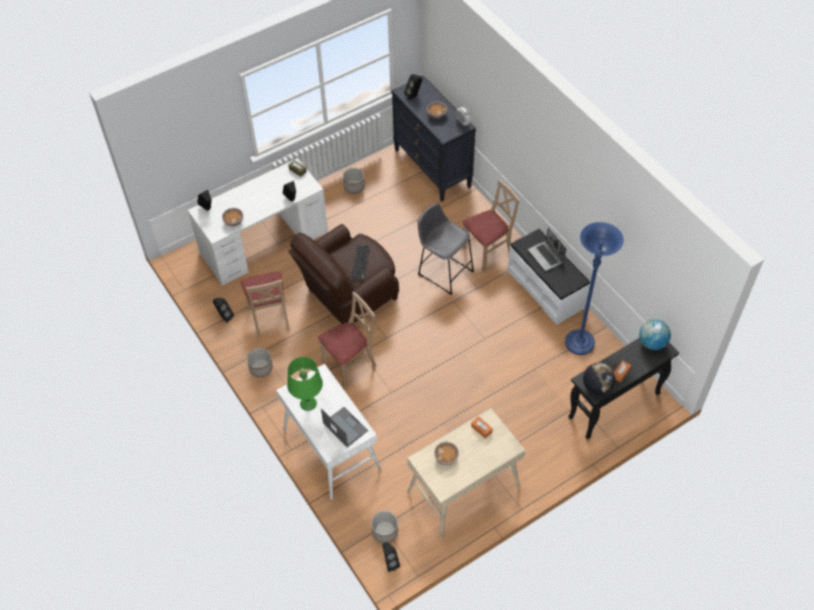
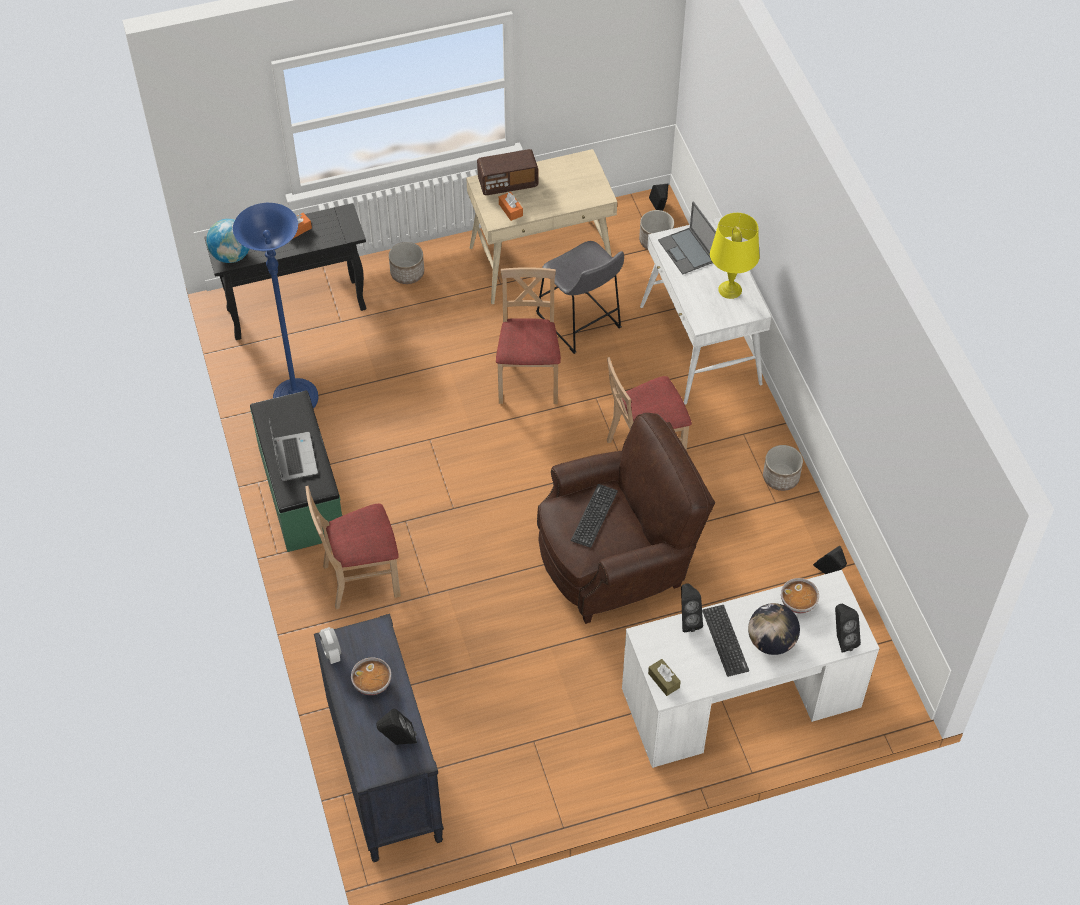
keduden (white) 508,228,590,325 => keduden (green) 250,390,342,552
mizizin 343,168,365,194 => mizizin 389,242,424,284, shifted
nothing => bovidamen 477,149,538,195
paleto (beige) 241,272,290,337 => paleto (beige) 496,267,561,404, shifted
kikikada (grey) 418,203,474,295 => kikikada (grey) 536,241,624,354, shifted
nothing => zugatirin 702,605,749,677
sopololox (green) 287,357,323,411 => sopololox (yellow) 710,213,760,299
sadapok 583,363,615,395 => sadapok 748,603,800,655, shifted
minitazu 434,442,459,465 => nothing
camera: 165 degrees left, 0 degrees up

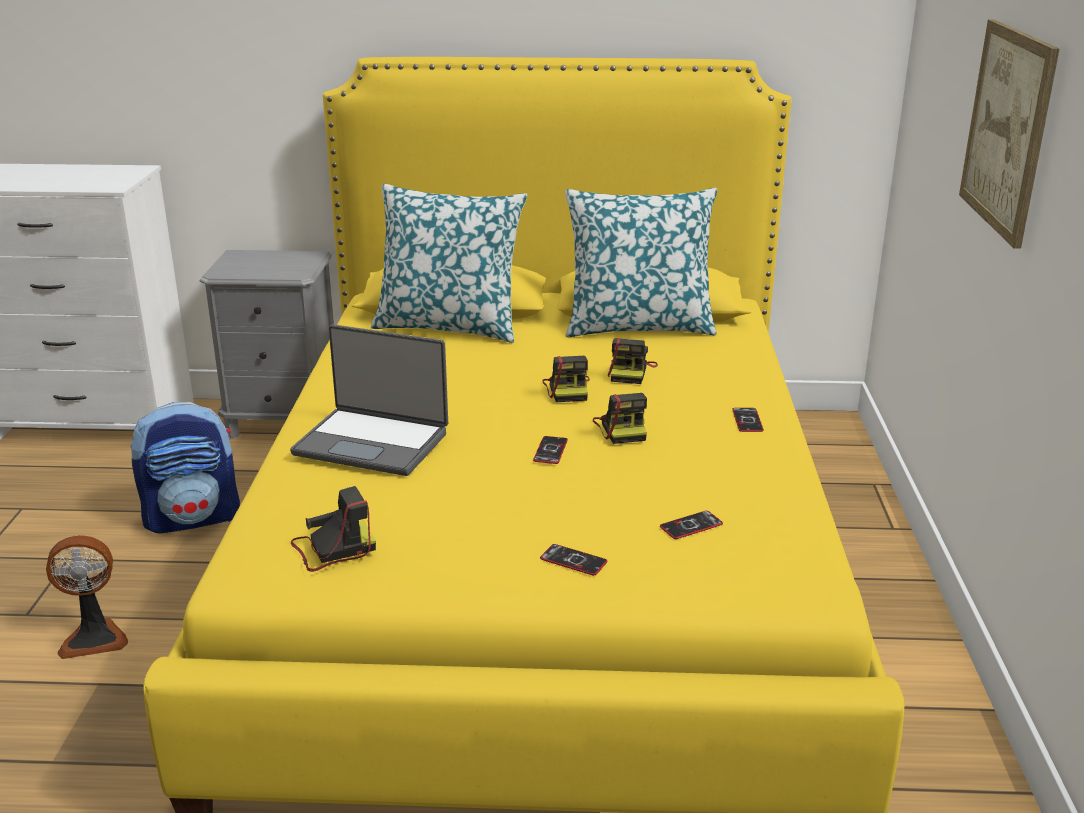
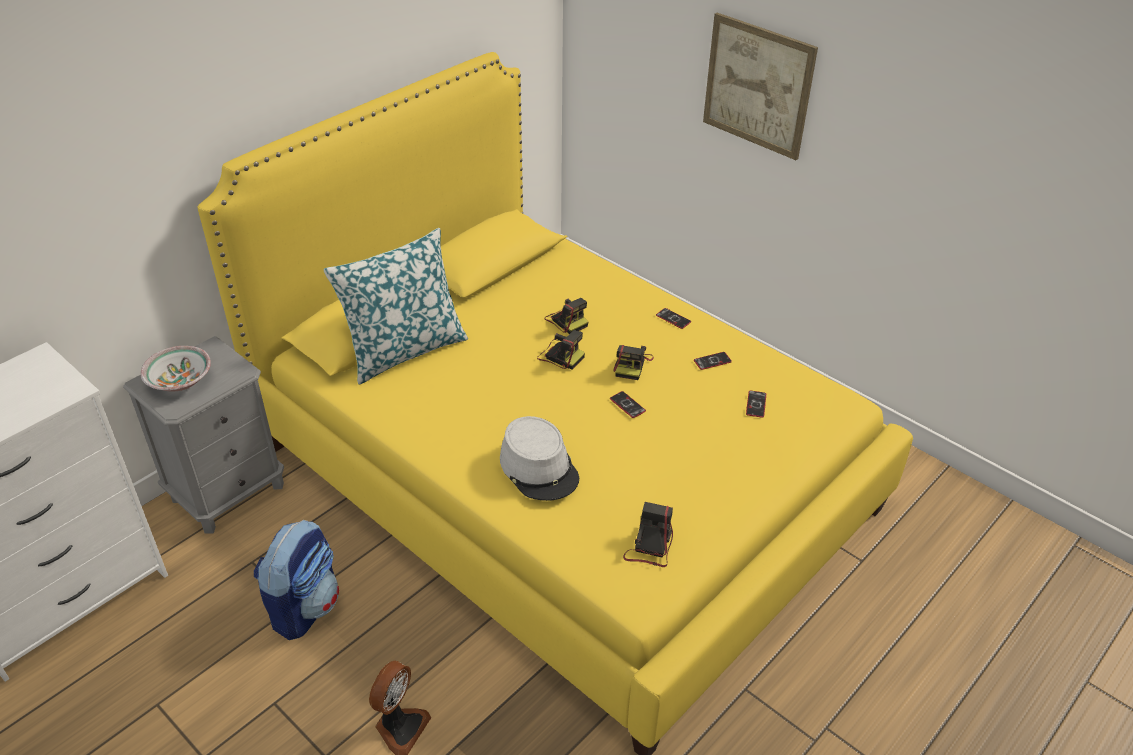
nothing => minitazu 141,346,211,392
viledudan 290,324,448,476 => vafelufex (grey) 500,416,579,501
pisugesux 593,393,647,444 => pisugesux 613,345,654,380, 75 degrees clockwise
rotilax 540,544,607,575 => rotilax 694,352,732,370, shifted
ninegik 565,188,717,337 => nothing
camera: 50 degrees left, 15 degrees up

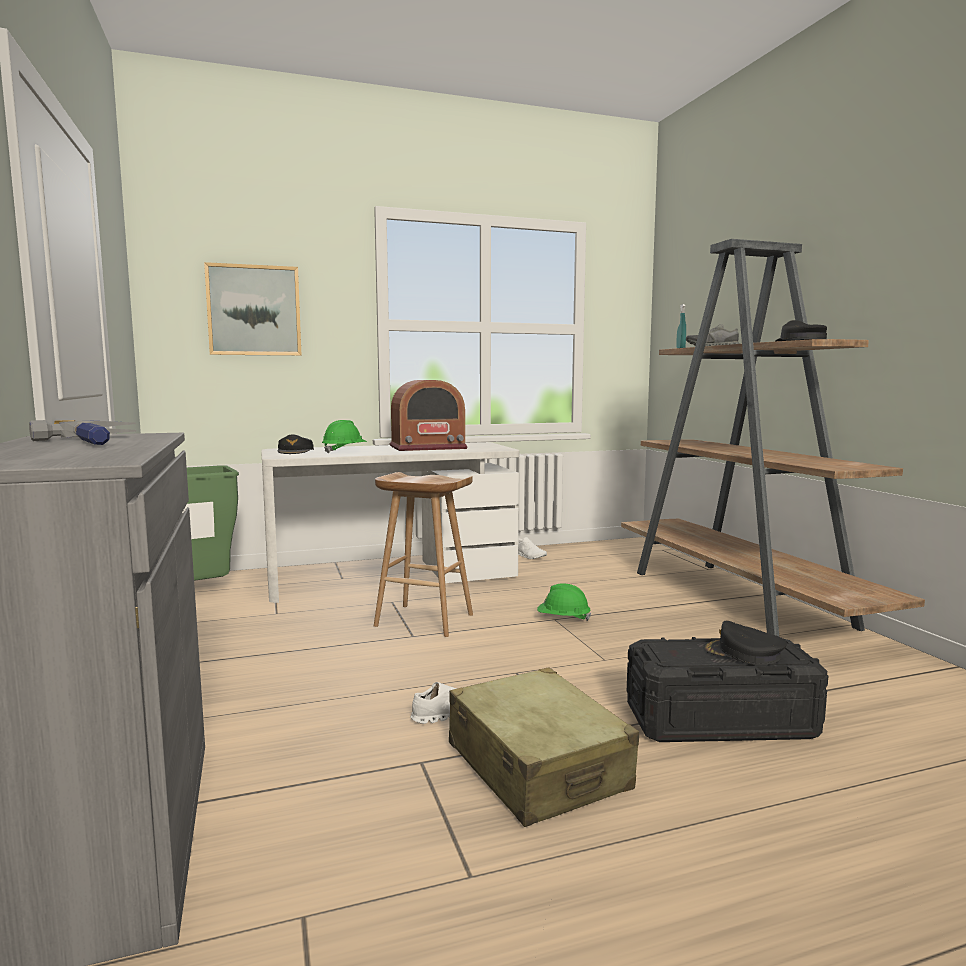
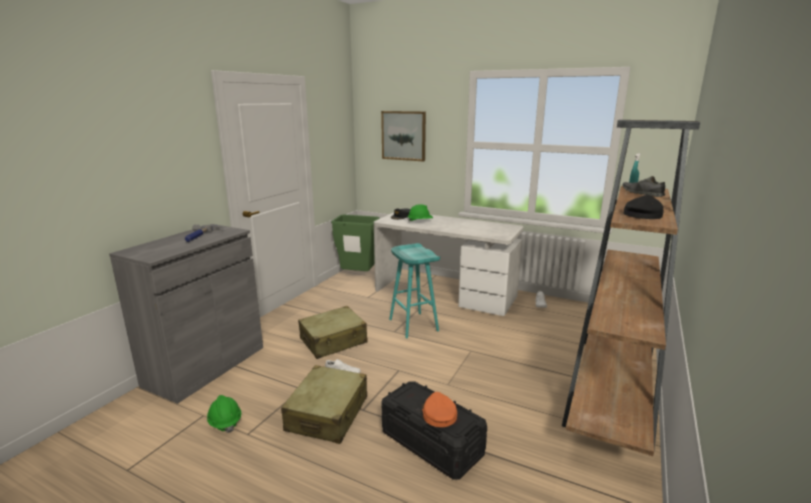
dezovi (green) 537,583,591,621 => dezovi (green) 207,395,241,433, shifted
nothing => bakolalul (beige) 298,306,368,359
kikikada (brown) 374,472,473,637 => kikikada (turquoise) 389,243,440,338
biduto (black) 703,621,787,665 => biduto (orange) 422,392,457,427
bovidamen 390,380,468,451 => nothing
camera: 45 degrees right, 10 degrees up

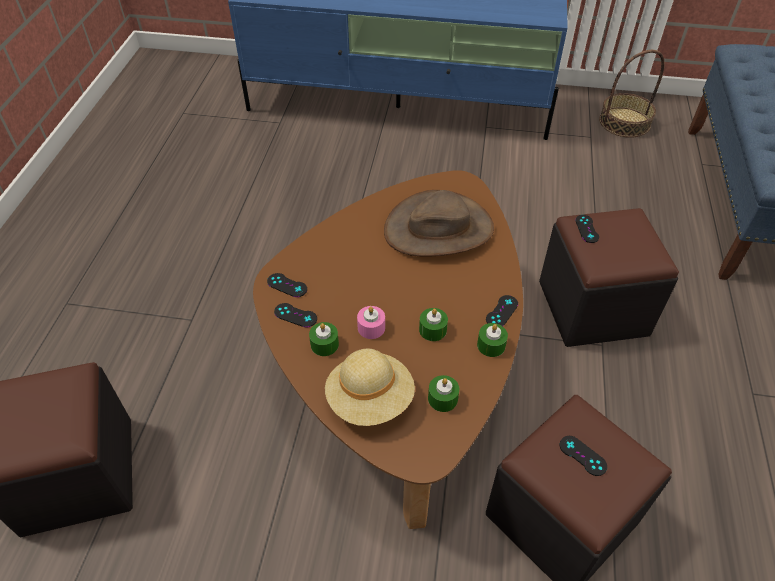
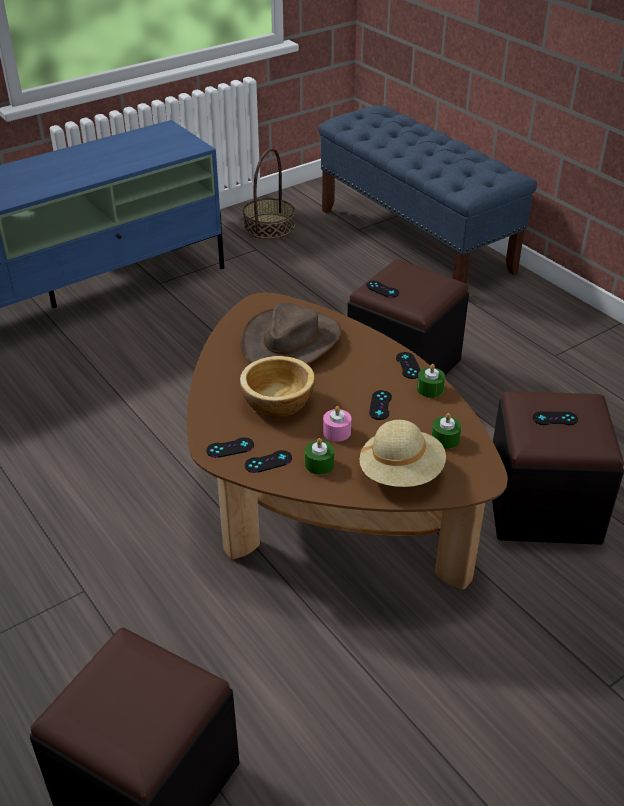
nothing => minitazu 240,356,315,418
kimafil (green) 419,308,448,341 => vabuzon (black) 369,390,392,420
camera: 45 degrees left, 10 degrees down

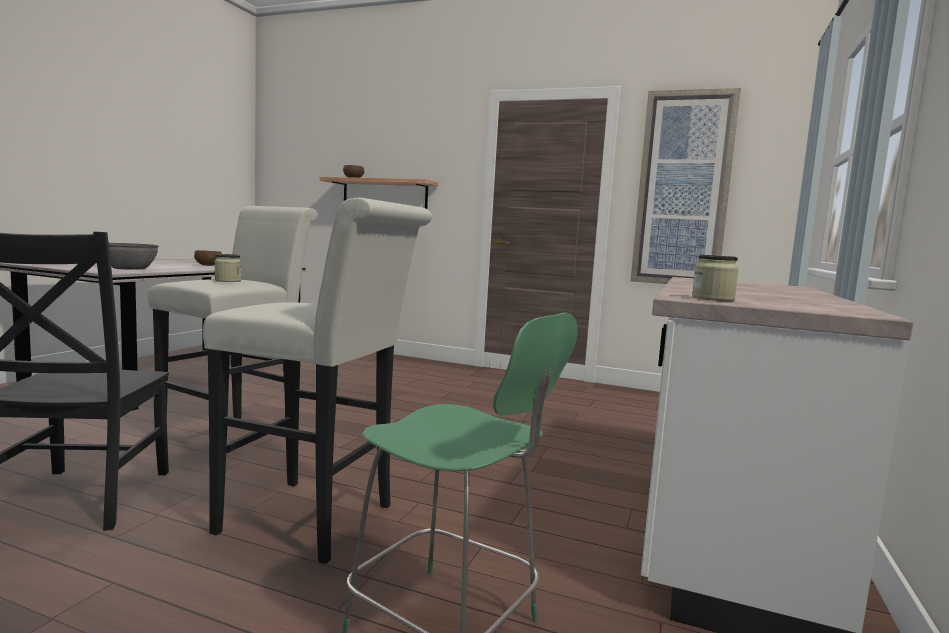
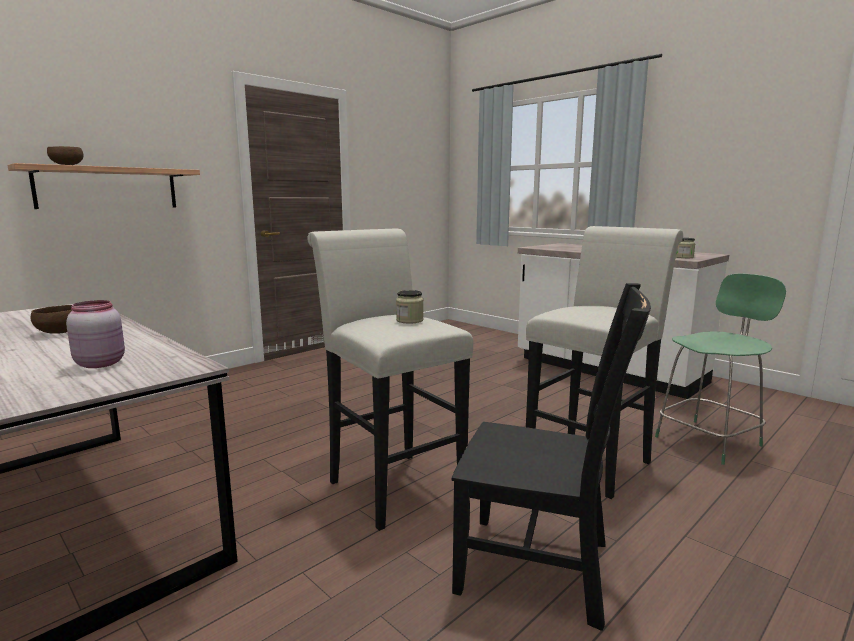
minitazu (grey) 109,243,159,270 => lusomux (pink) 66,300,125,368
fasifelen 631,88,741,284 => nothing
camera: 65 degrees left, 5 degrees up

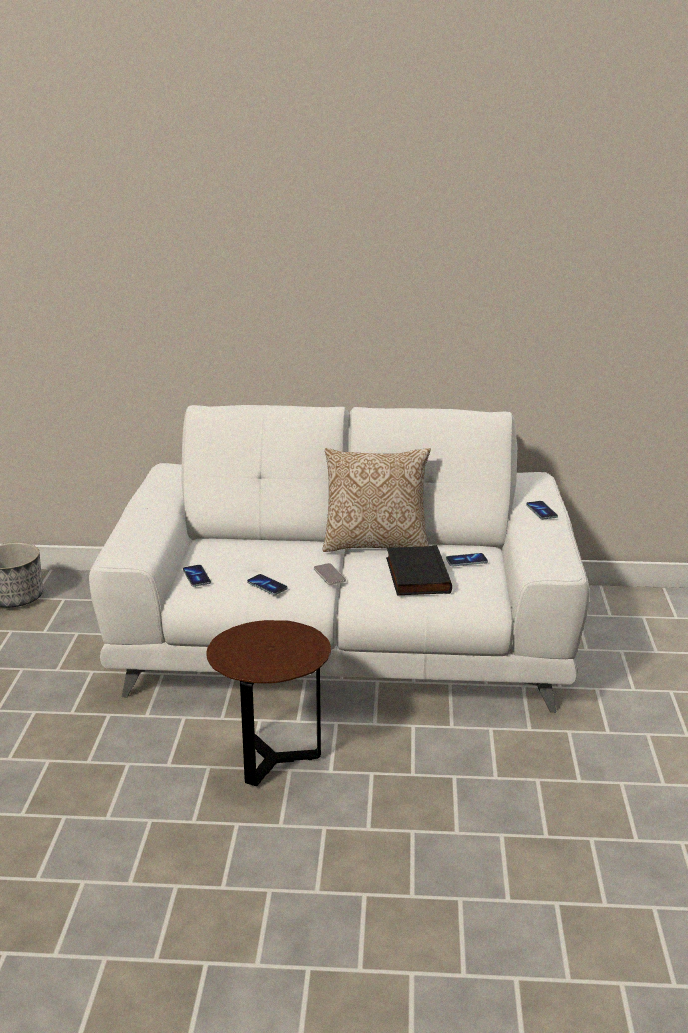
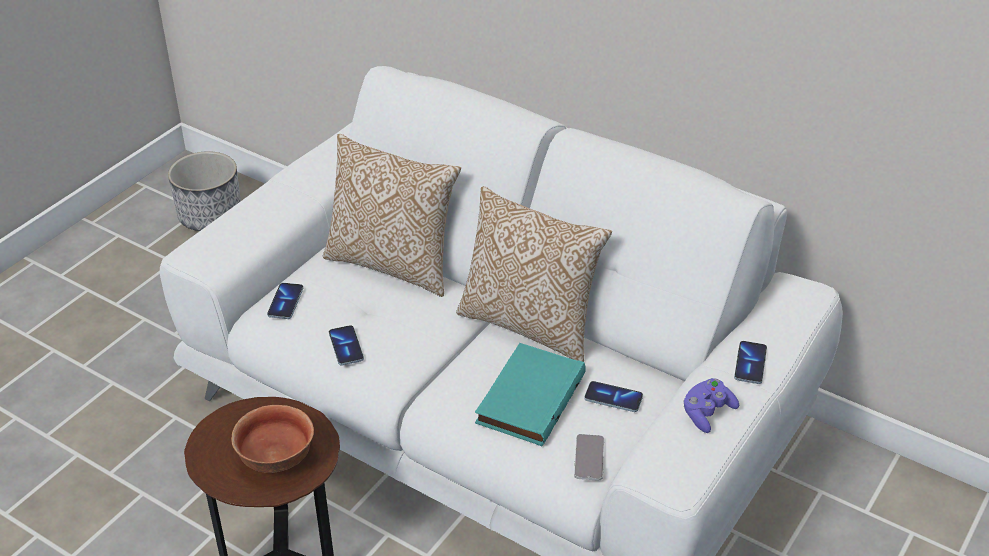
nothing => minitazu 231,405,314,473
nothing => ninegik 323,134,461,297
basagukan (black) 386,545,452,595 => basagukan (turquoise) 475,343,586,446
rotilax 314,563,346,585 => rotilax 574,434,604,481, shifted
nothing => vabuzon (purple) 683,378,739,433
camera: 30 degrees right, 15 degrees up

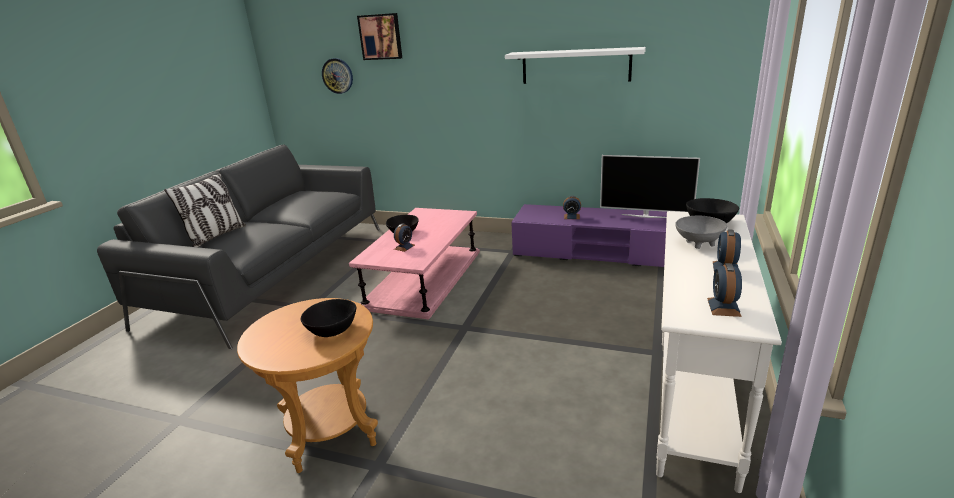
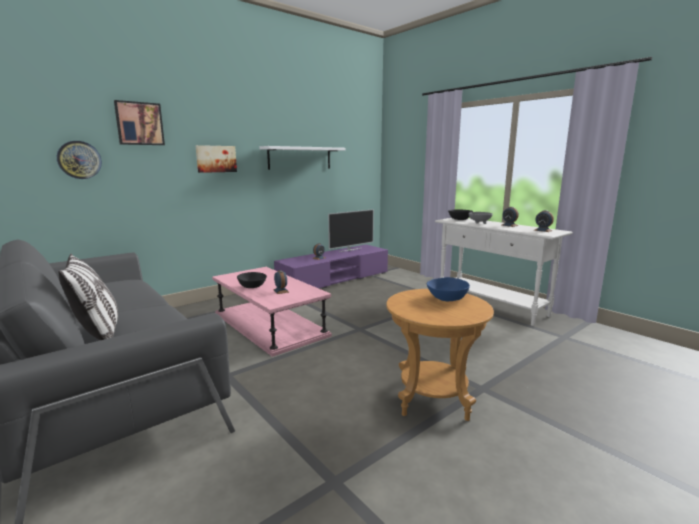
nothing => fasifelen 195,145,237,173
minitazu (black) 301,299,356,337 => minitazu (blue) 427,277,470,301
camera: 60 degrees left, 10 degrees down

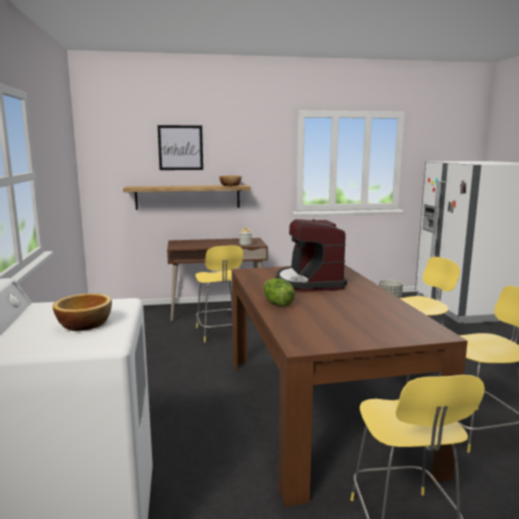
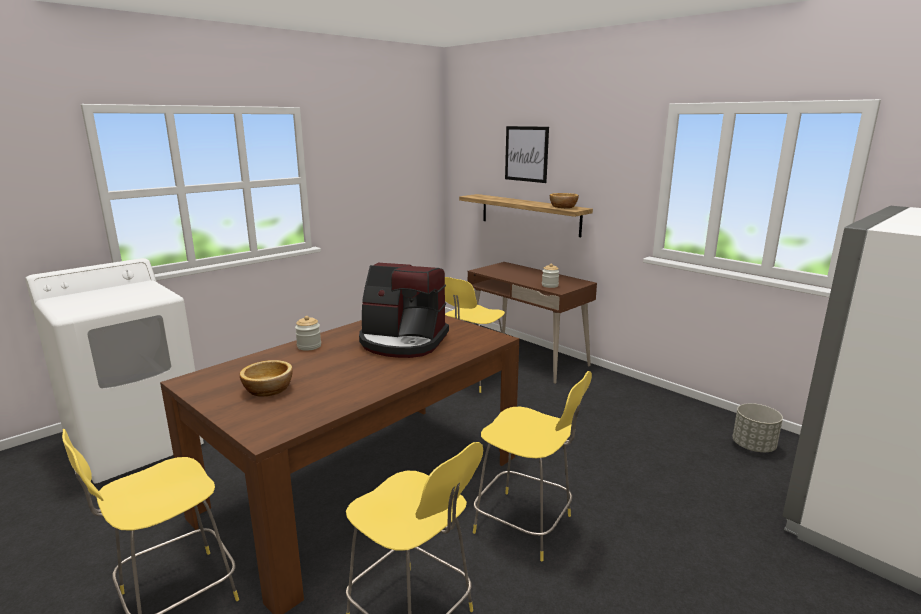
minitazu 53,293,112,331 => minitazu 240,360,293,397, shifted
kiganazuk 264,278,295,306 => lusomux 295,316,321,351
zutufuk 276,219,347,292 => zutufuk 359,263,449,358, 120 degrees counterclockwise
camera: 55 degrees right, 5 degrees up

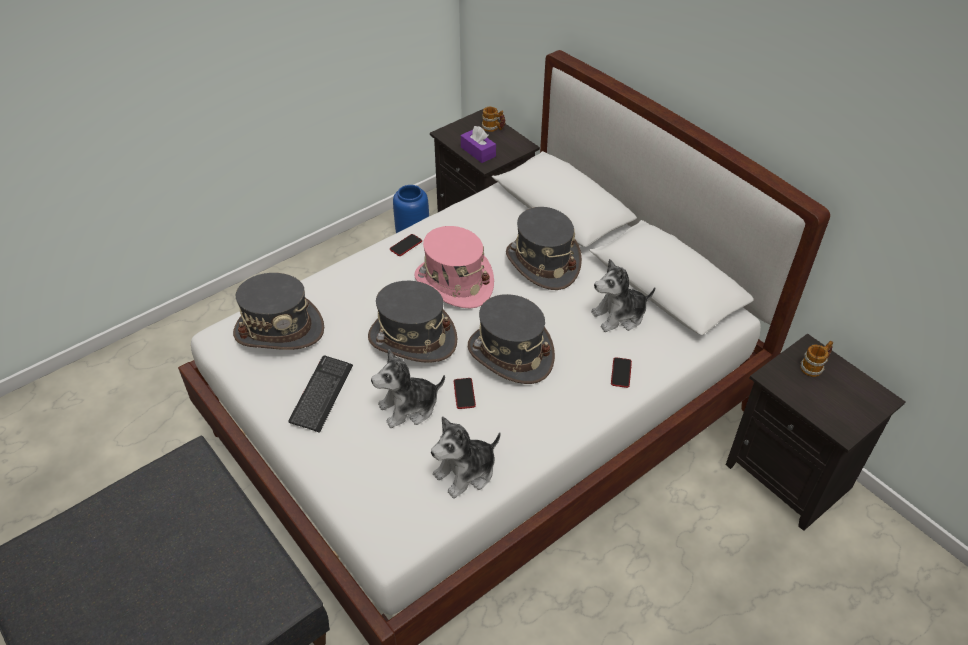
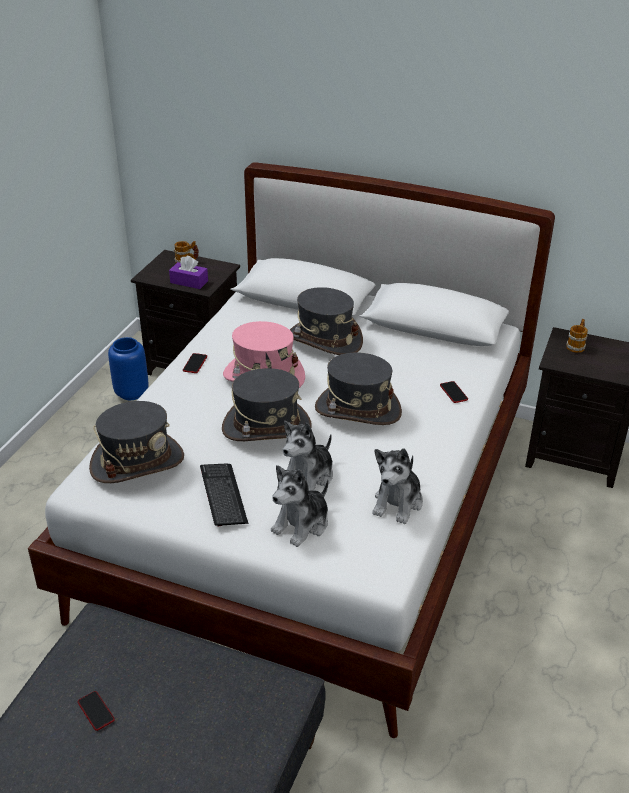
rotilax 454,378,476,409 => rotilax 78,691,115,731, shifted
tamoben 591,259,656,332 => tamoben 271,465,329,547, shifted
camera: 30 degrees left, 10 degrees down

